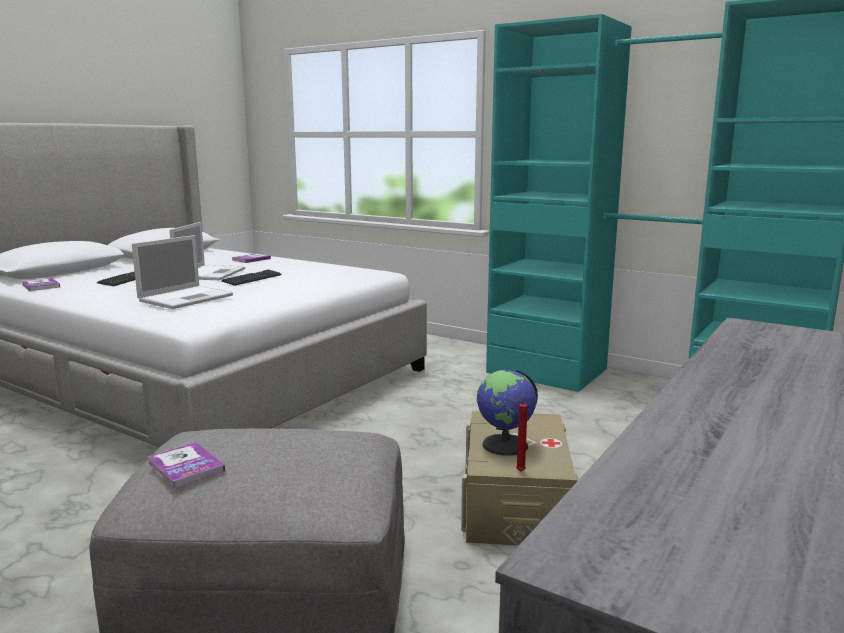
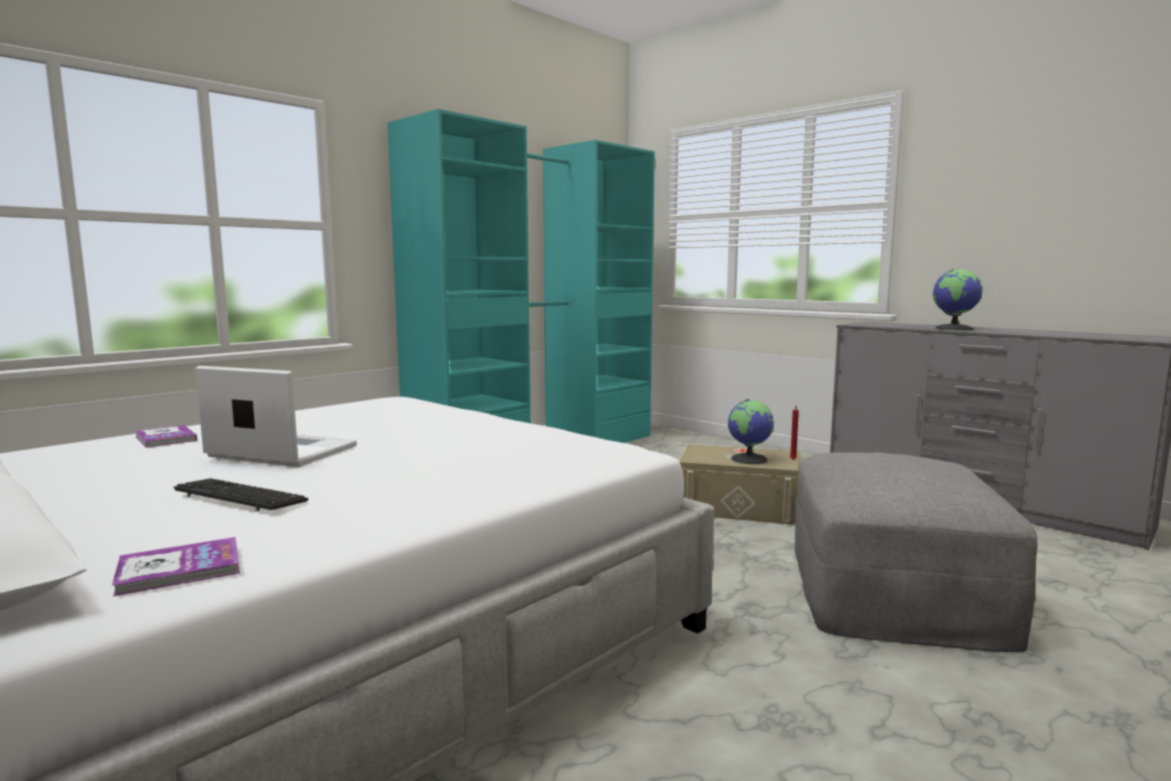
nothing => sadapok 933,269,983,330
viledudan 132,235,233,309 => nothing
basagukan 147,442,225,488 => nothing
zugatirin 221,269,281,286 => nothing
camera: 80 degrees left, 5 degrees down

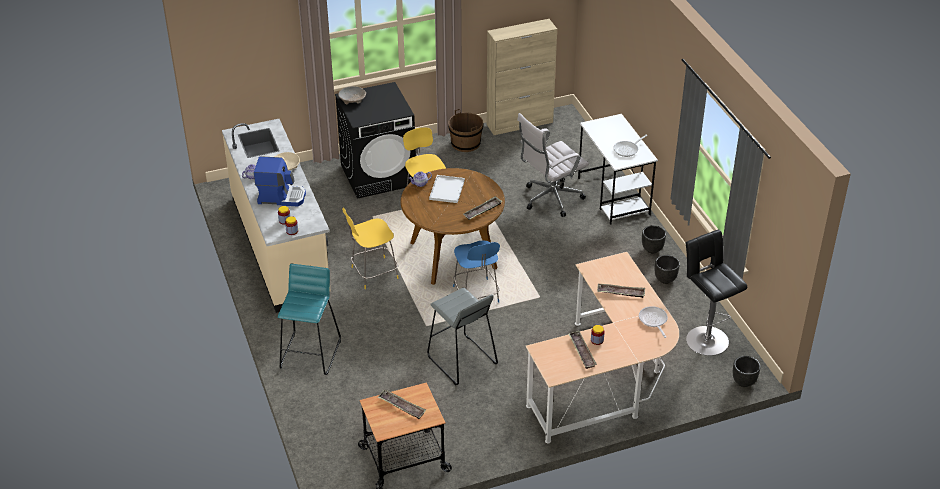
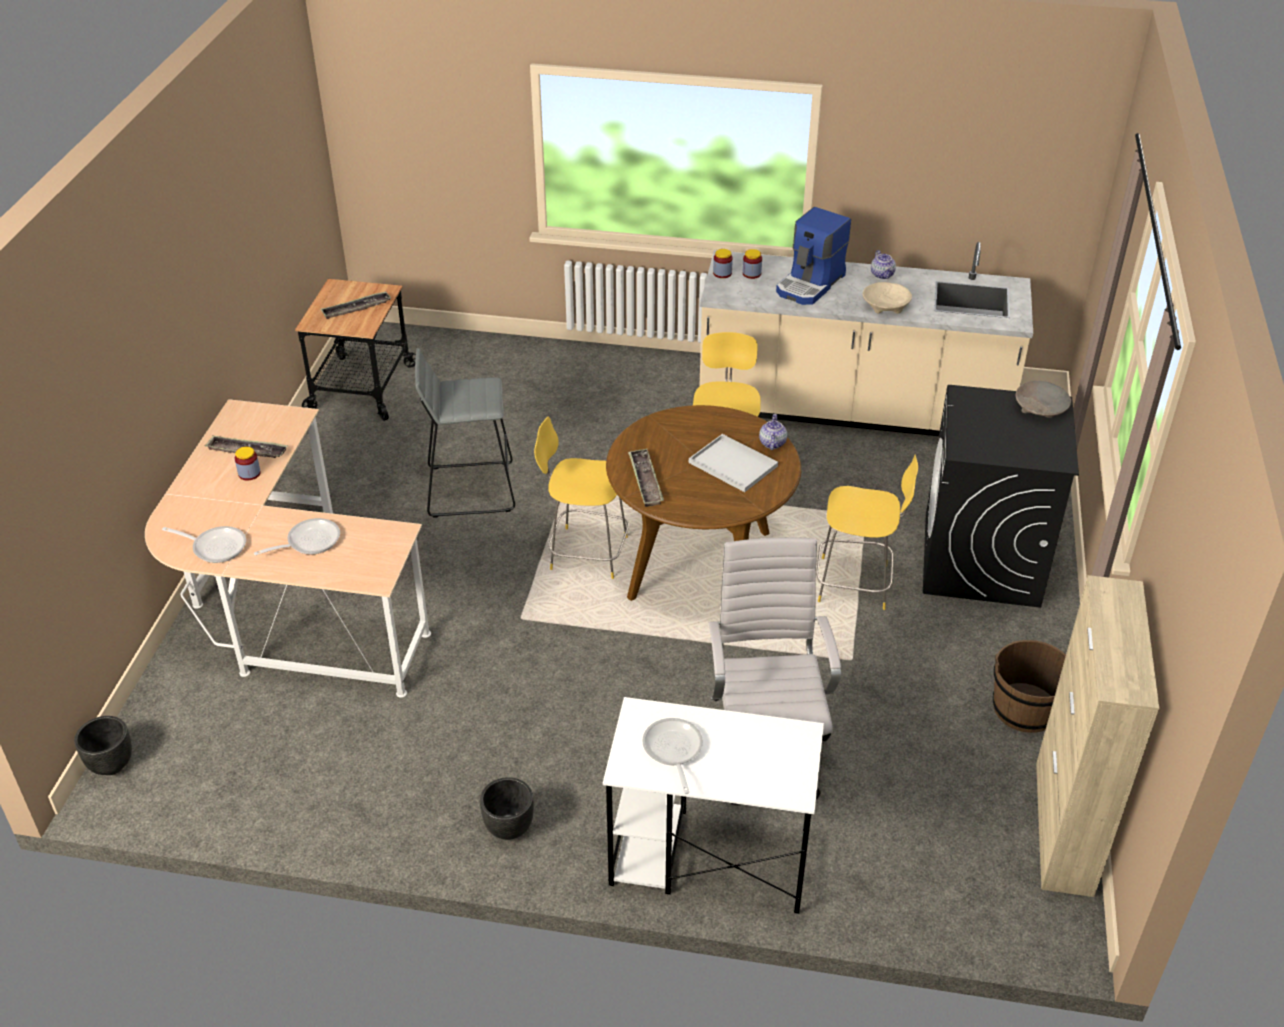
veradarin 597,284,645,298 => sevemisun 254,518,340,555
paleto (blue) 453,240,500,302 => paleto (yellow) 534,416,629,579
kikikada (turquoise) 278,264,341,375 => nothing
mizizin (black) 654,255,680,284 => nothing
kikikada (black) 685,230,747,356 => nothing
camera: 120 degrees right, 0 degrees up

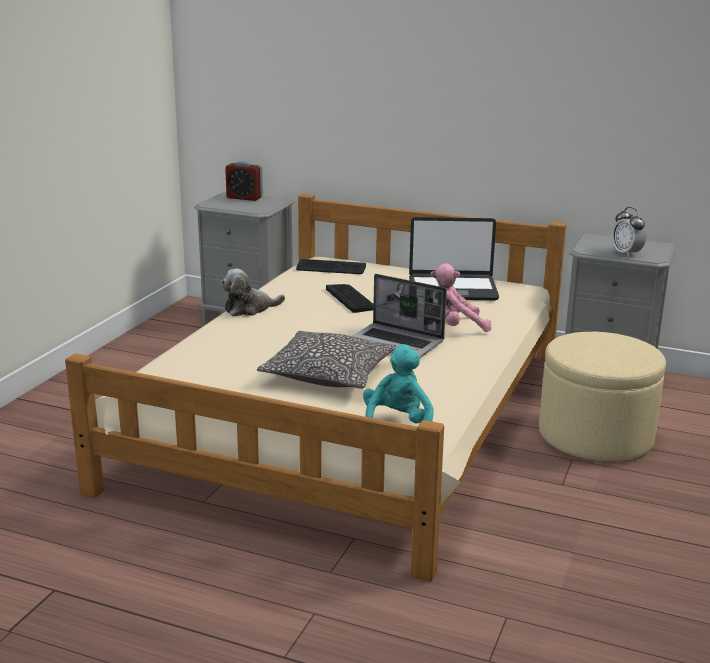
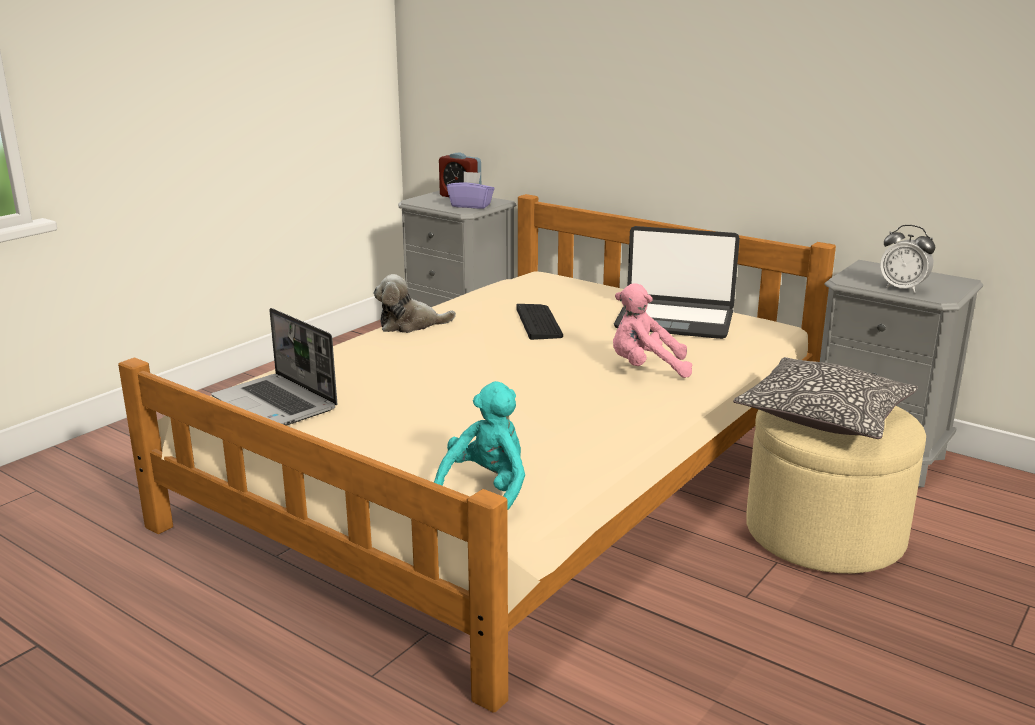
viledudan 353,274,447,358 => viledudan 211,308,337,426, shifted
nothing => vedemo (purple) 447,172,494,209
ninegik 257,331,396,389 => ninegik 733,357,918,439, shifted
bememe 612,207,646,257 => bememe 880,225,935,293, 45 degrees counterclockwise
zugatirin 296,259,366,274 => nothing
camera: 15 degrees right, 0 degrees up

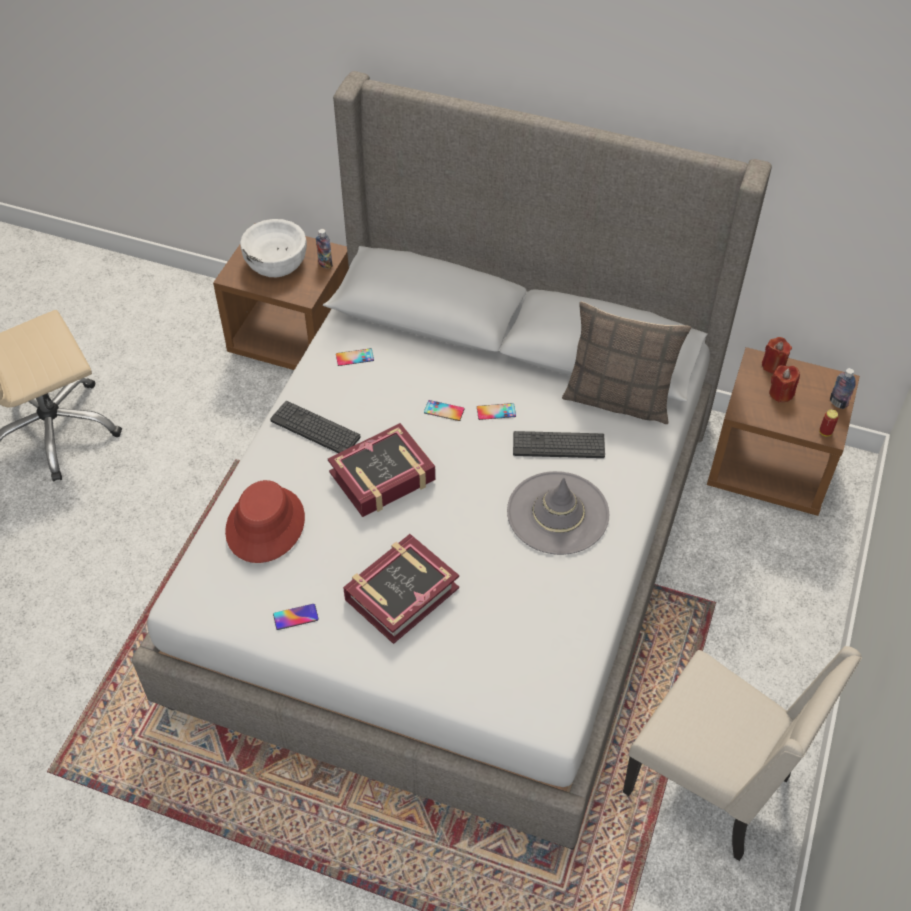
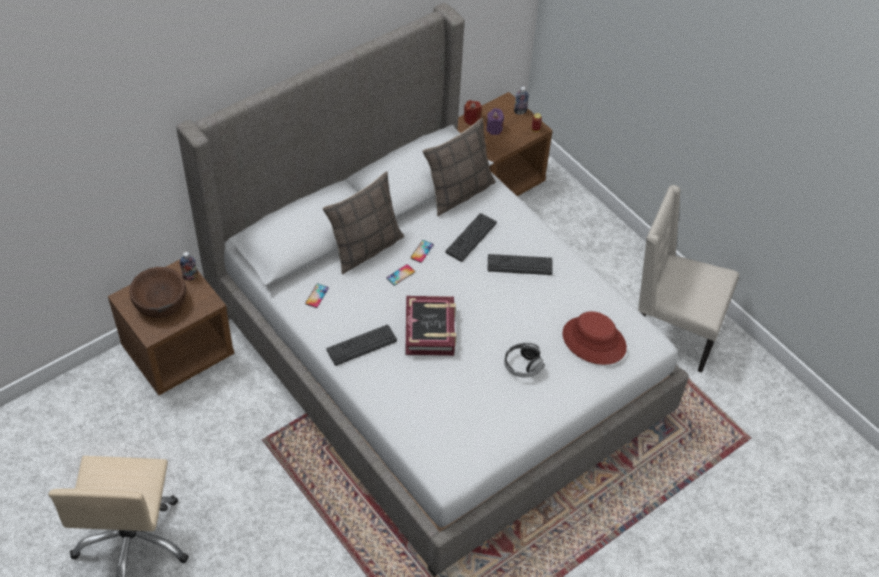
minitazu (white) 240,219,307,277 => minitazu (brown) 129,267,186,318
nothing => ninegik 322,171,404,274
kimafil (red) 769,365,800,403 => kimafil (purple) 487,108,504,135
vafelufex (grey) 507,471,609,555 => zugatirin 488,254,553,275
basagukan 343,534,459,644 => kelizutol 504,343,545,377
vafelufex (red) 225,480,305,563 => vafelufex (red) 563,311,627,365, shifted
paleto (beige) 623,646,862,861 => paleto (beige) 638,185,739,373, 135 degrees counterclockwise
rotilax 273,604,319,630 => nothing
camera: 60 degrees left, 0 degrees up

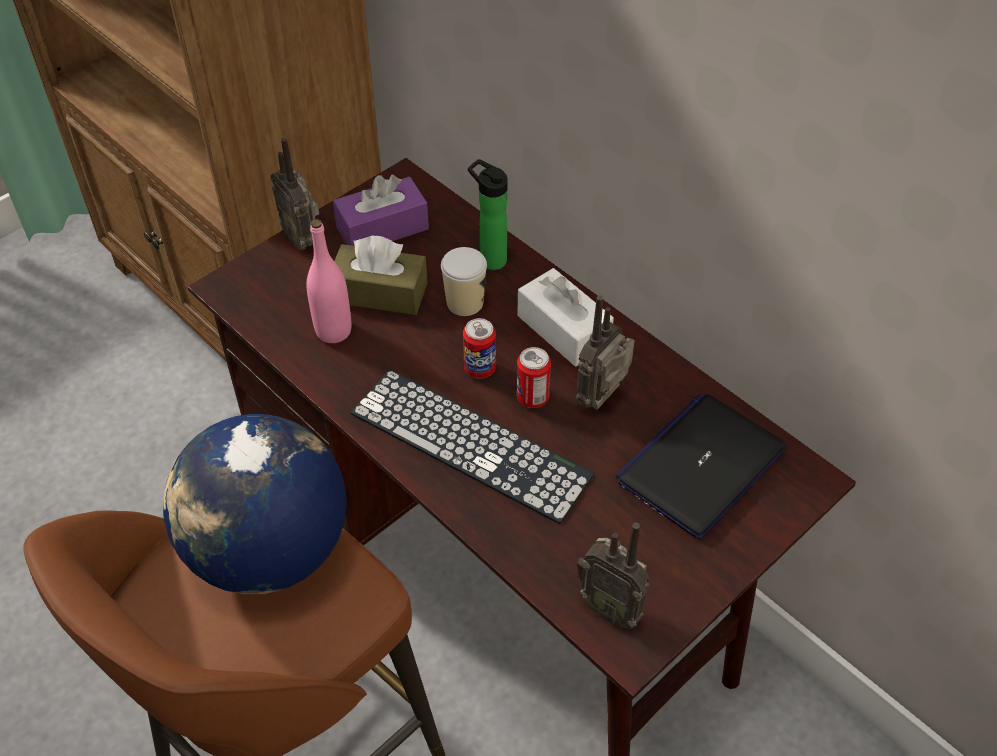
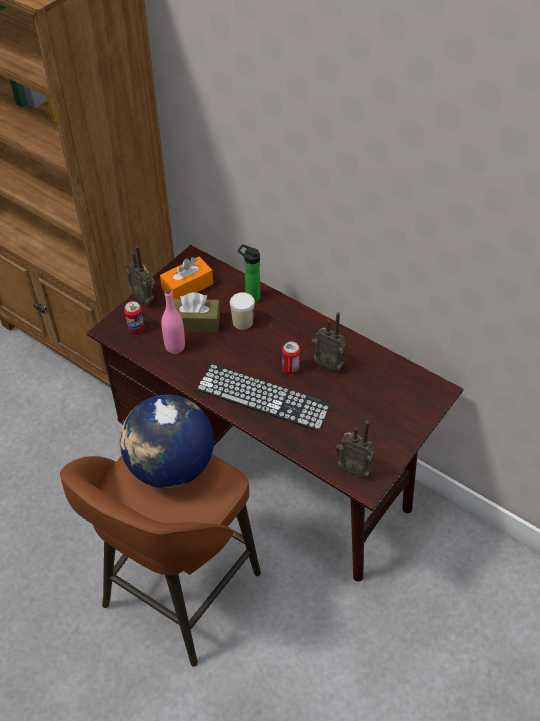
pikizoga 463,318,496,378 => pikizoga 124,301,144,333, shifted
vedemo (purple) 333,175,429,246 => vedemo (orange) 160,256,213,299
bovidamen 576,295,635,410 => bovidamen 311,312,346,371, 90 degrees counterclockwise
vedemo (white) 517,268,614,367 => nothing
viledudan 615,394,786,540 => nothing
camera: 10 degrees left, 0 degrees up

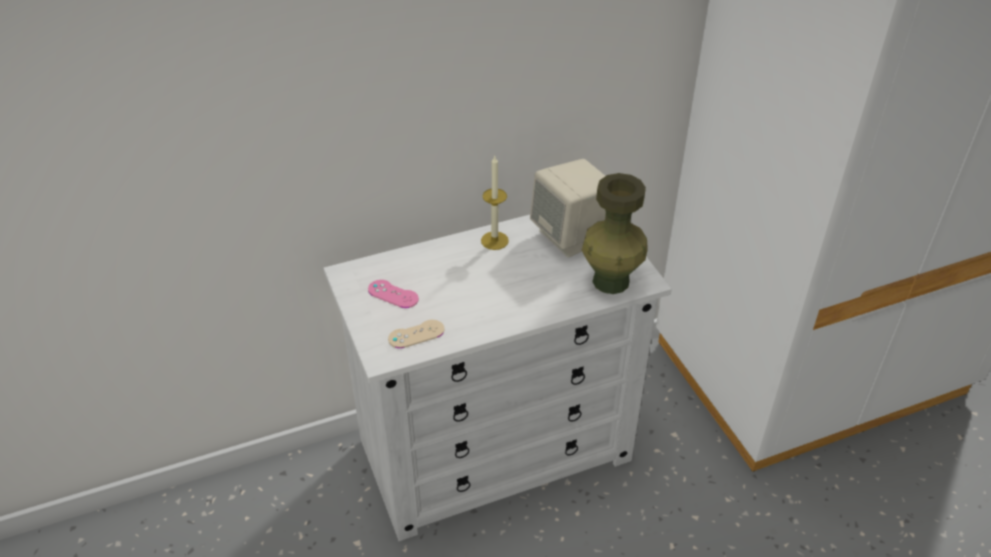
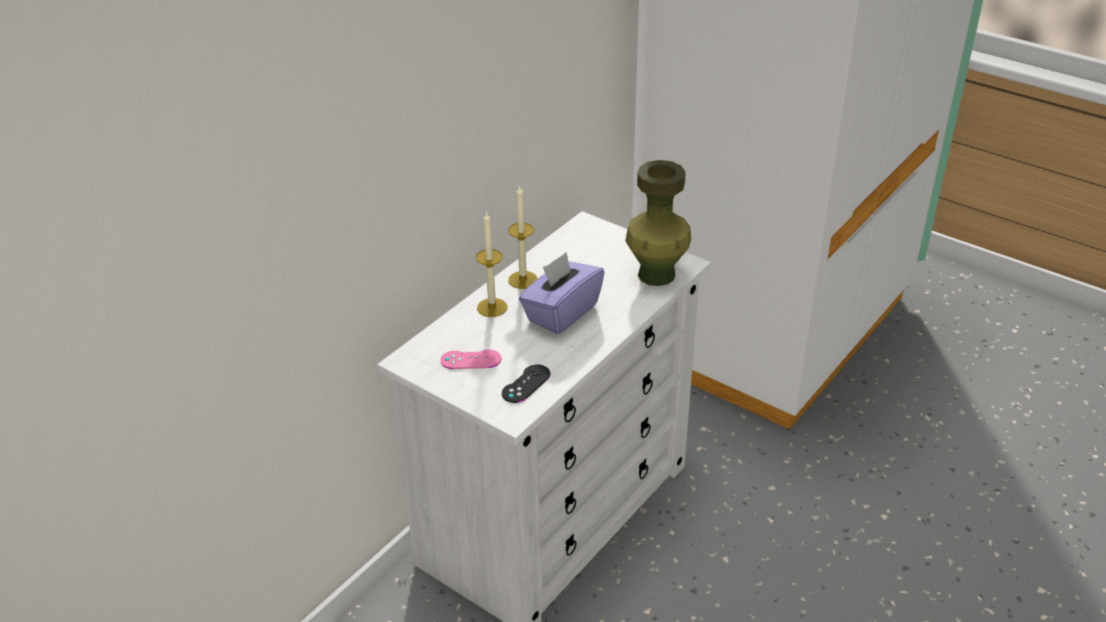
nothing => kimafil 476,211,507,317
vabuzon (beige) 388,320,444,348 => vabuzon (black) 502,364,550,403
nothing => vedemo (purple) 519,252,605,334
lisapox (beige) 530,159,606,258 => nothing
camera: 30 degrees left, 5 degrees down

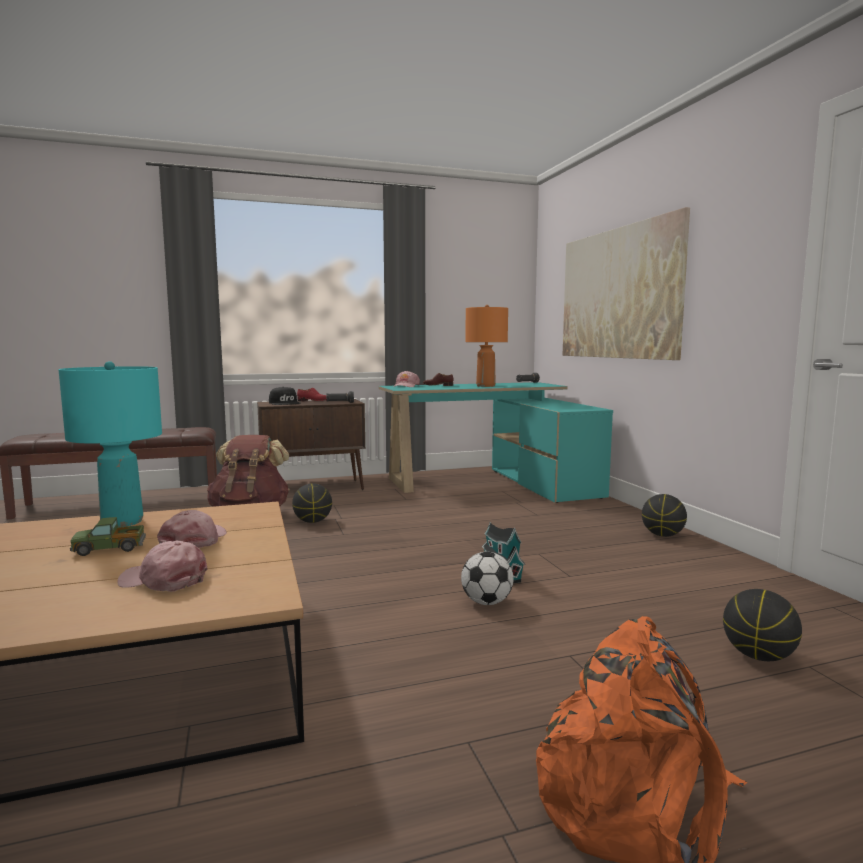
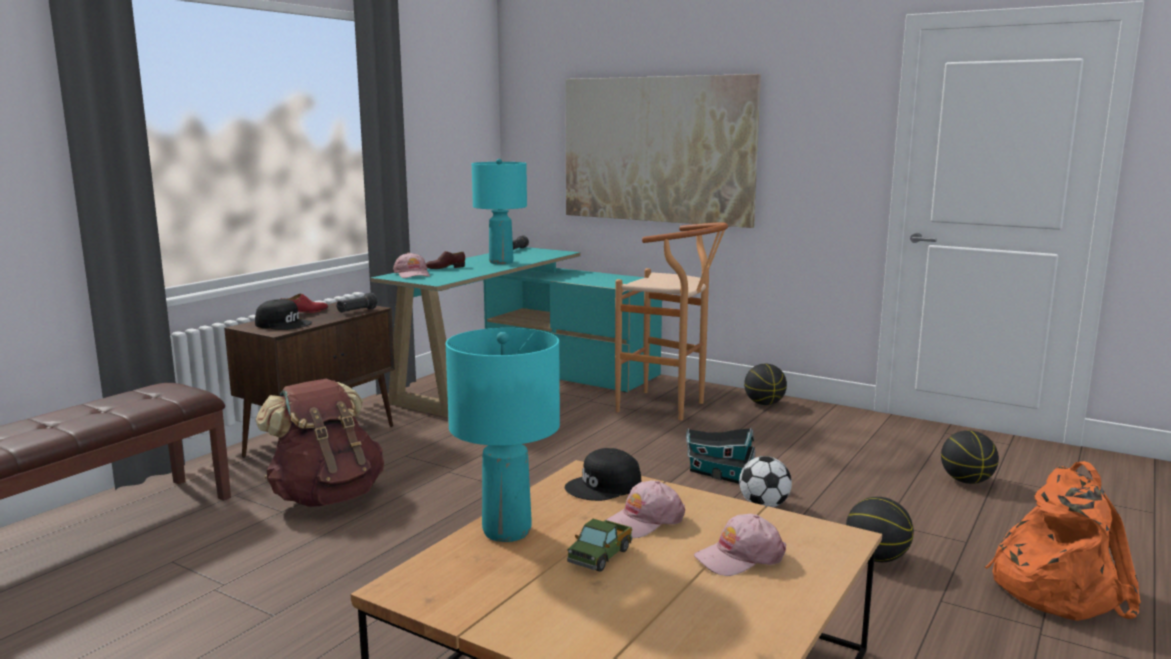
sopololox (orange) 465,305,508,387 => sopololox (turquoise) 472,159,527,264
nothing => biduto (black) 565,448,641,501
biduto (pink) 157,510,227,548 => biduto (pink) 606,480,685,538, 90 degrees counterclockwise
nothing => kikikada (brown) 615,222,728,421
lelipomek 292,483,332,523 => lelipomek 846,497,914,562, shifted
camera: 40 degrees left, 5 degrees up

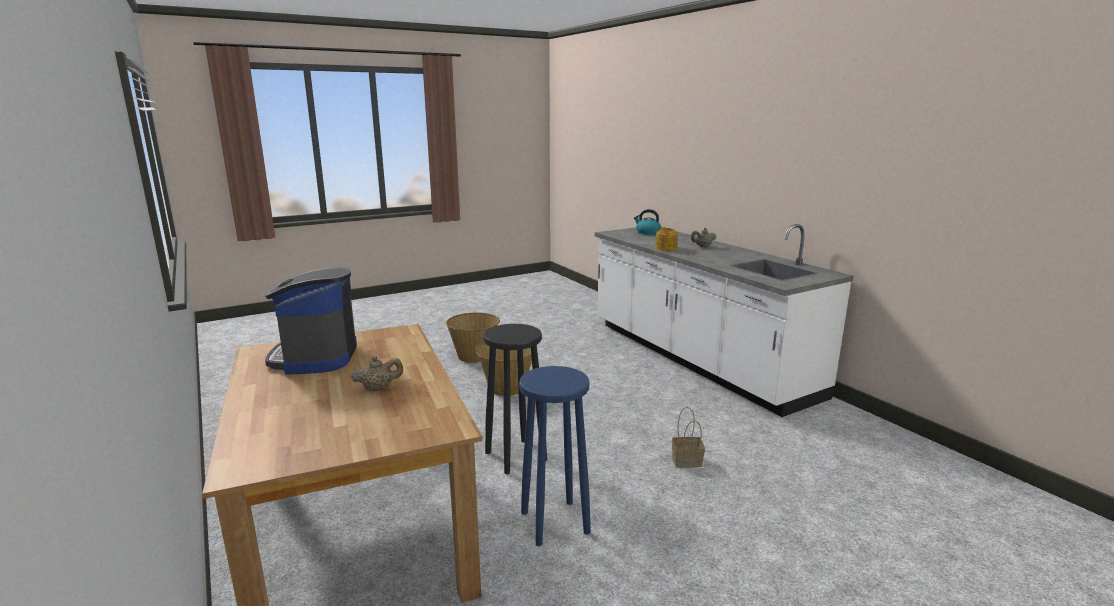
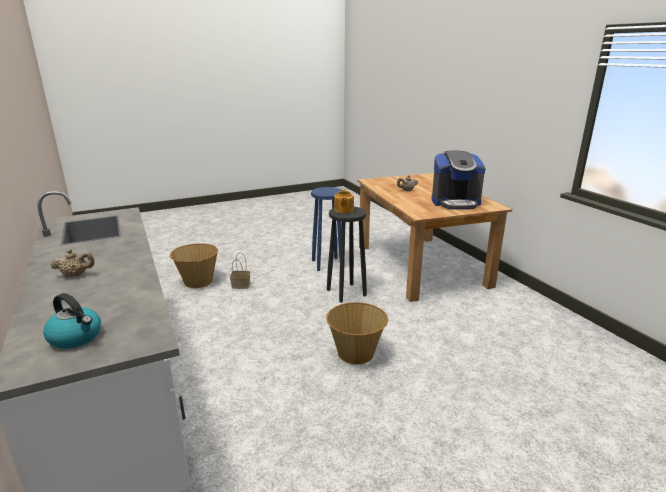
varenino 446,313,500,363 => varenino 170,243,218,288, shifted
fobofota 655,227,678,251 => fobofota 334,189,354,213, shifted
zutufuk 265,267,357,375 => zutufuk 432,151,485,209, 90 degrees clockwise
camera: 175 degrees left, 5 degrees up

